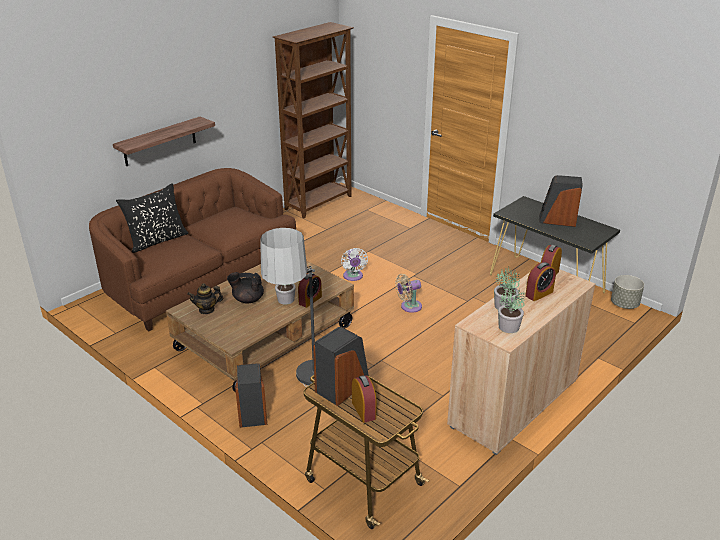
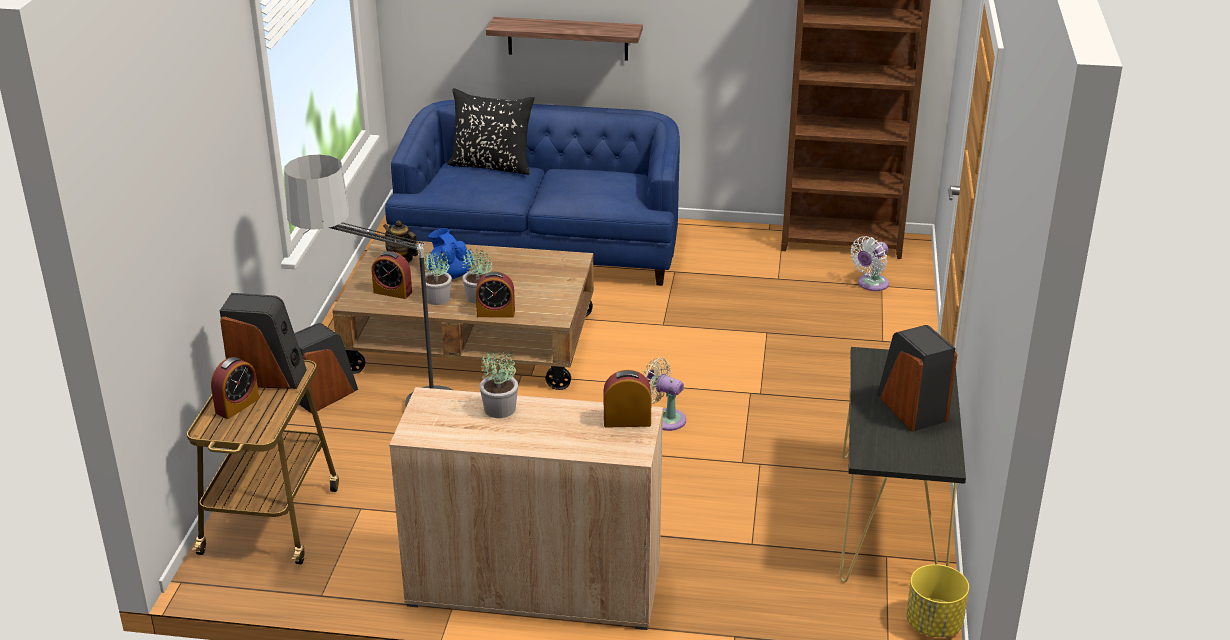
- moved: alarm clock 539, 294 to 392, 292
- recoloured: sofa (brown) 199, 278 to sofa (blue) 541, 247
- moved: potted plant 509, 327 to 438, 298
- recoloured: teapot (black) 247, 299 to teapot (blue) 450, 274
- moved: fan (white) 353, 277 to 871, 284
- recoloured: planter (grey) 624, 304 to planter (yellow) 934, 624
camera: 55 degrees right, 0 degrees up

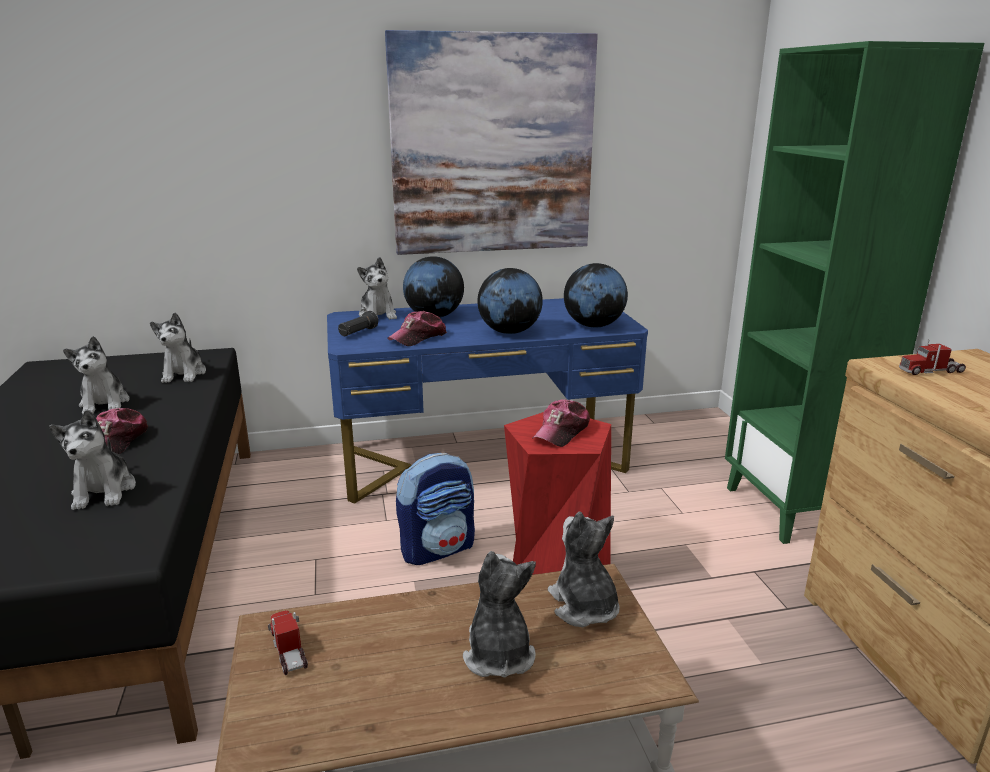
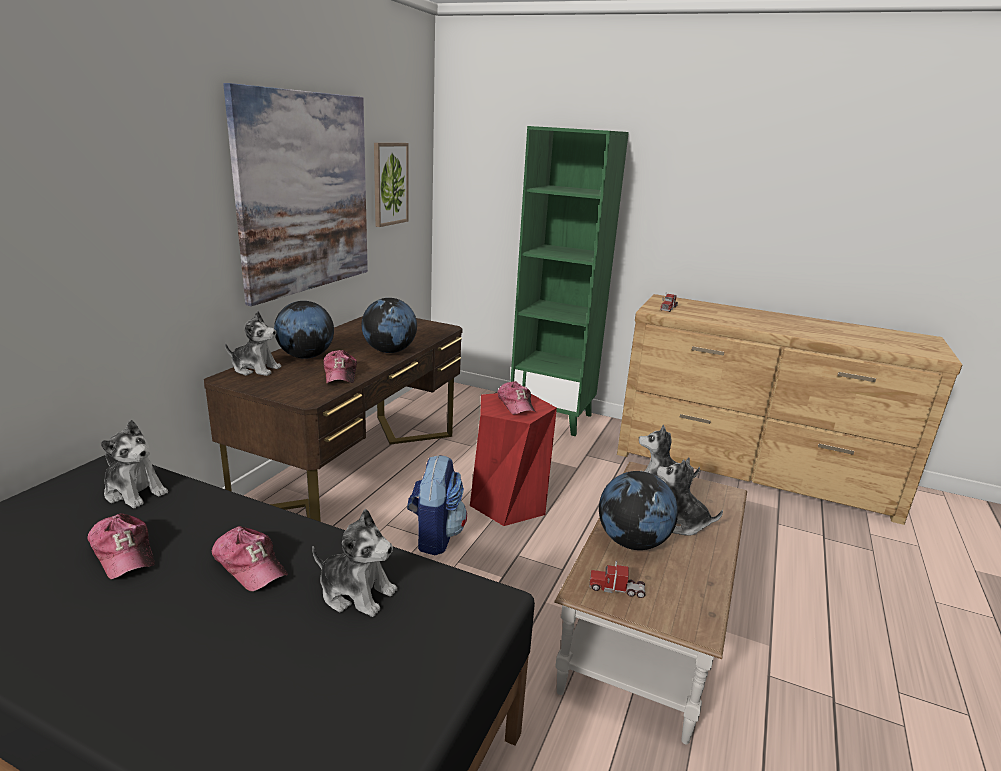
- replaced: plush toy 105, 403 to cap 124, 553
- recoloured: desk (blue) 483, 460 to desk (brown) 355, 470
- added: picture 390, 184
- moved: globe 593, 326 to 632, 542
- removed: flashlight (black) 358, 333
camera: 55 degrees left, 0 degrees up

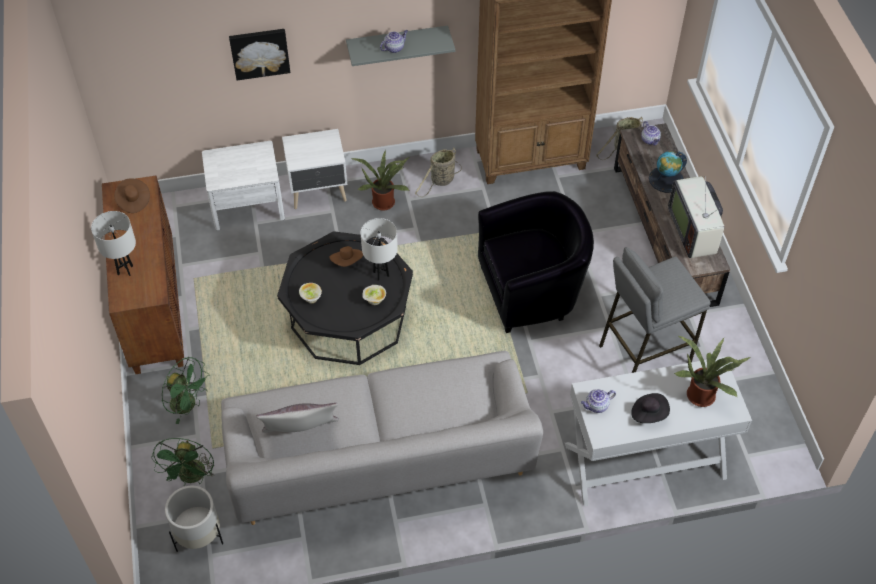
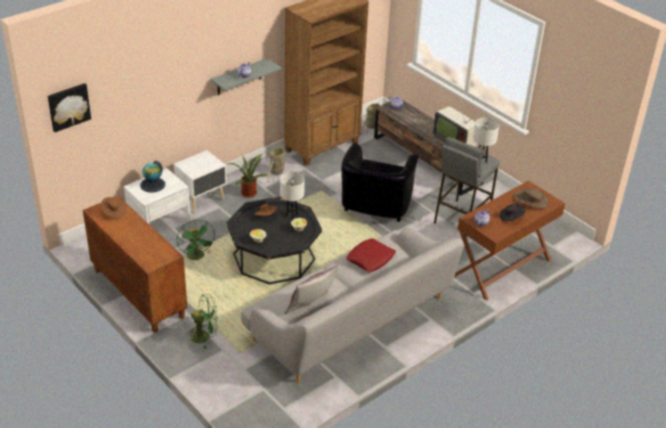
- moved: picture 259, 52 to 68, 106
- moved: globe 666, 179 to 152, 185
- moved: fan (green) 192, 477 to 197, 257
- turned: armchair (black) 532, 291 = 374, 209 150 degrees clockwise
- added: pillow (red) 370, 259
- recoloured: console table (white) 645, 461 to console table (brown) 502, 268
- moved: table lamp (white) 125, 270 to 481, 161
- replaced: potted plant 702, 394 to hat (brown) 531, 200
- removed: planter (white) 199, 535
camera: 30 degrees left, 15 degrees down

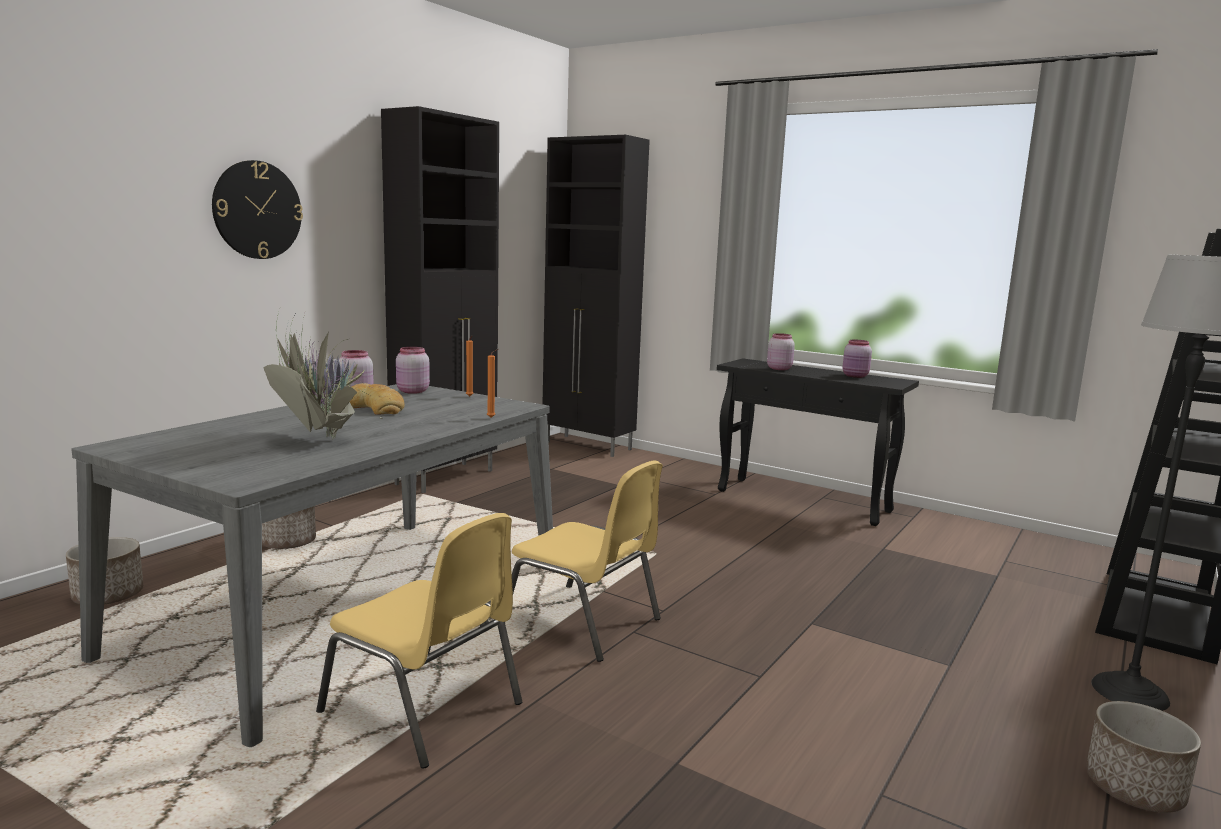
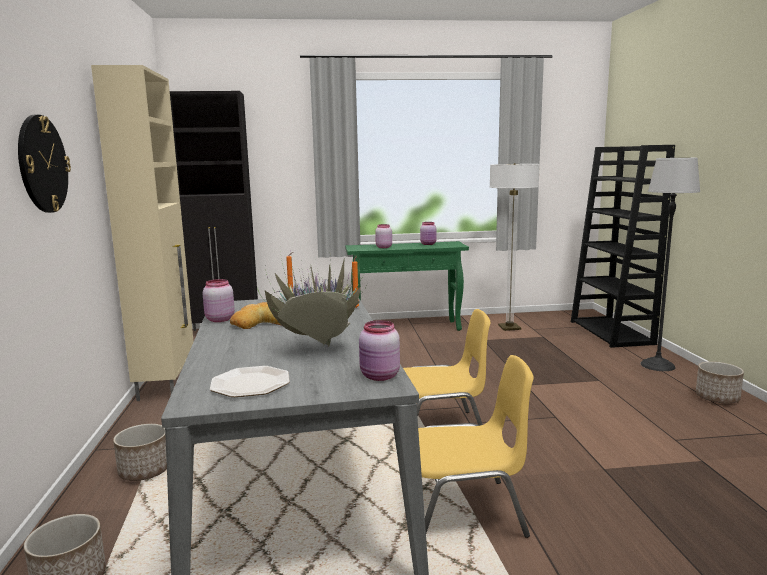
- recoloured: cabinet (black) 446, 477 to cabinet (beige) 167, 382
- added: plate 250, 384
- recoloured: console table (black) 804, 501 to console table (green) 407, 328
- moved: jar (pink) 412, 391 to 379, 376
- added: floor lamp 509, 328
camera: 40 degrees left, 0 degrees up

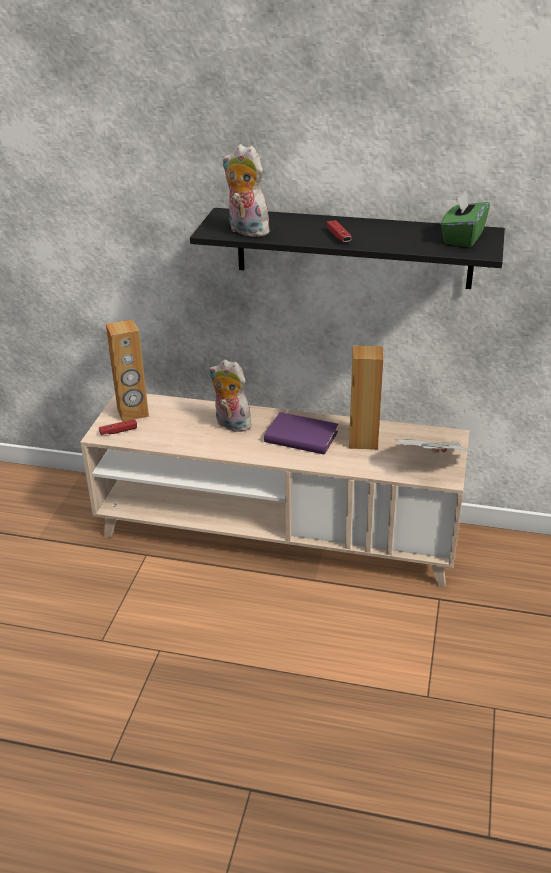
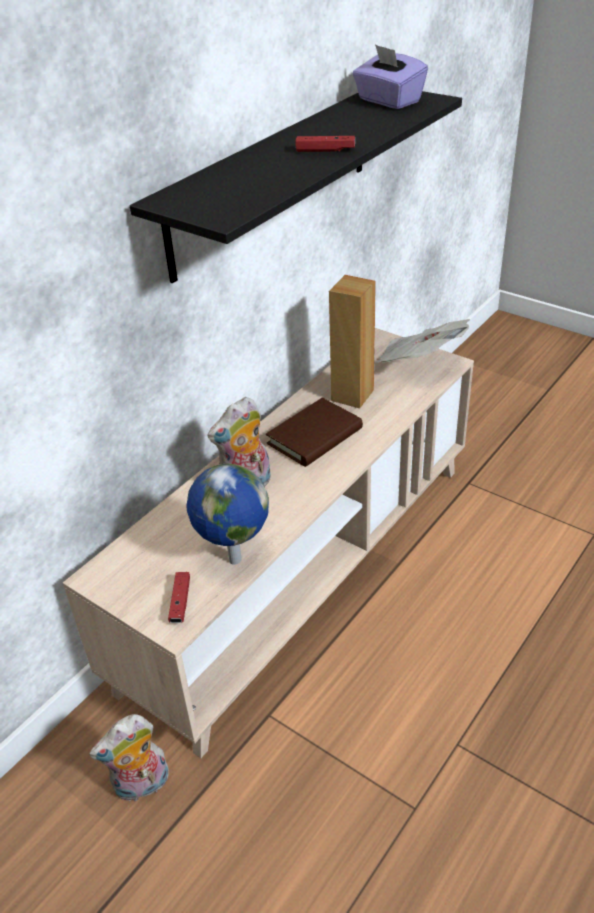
- moved: plush toy 245, 231 to 141, 786
- added: globe 233, 559
- recoloured: book (purple) 301, 437 to book (brown) 315, 436
- recoloured: tissue box (green) 462, 238 to tissue box (purple) 388, 101
- removed: speaker (brown) 133, 413
camera: 65 degrees left, 5 degrees up

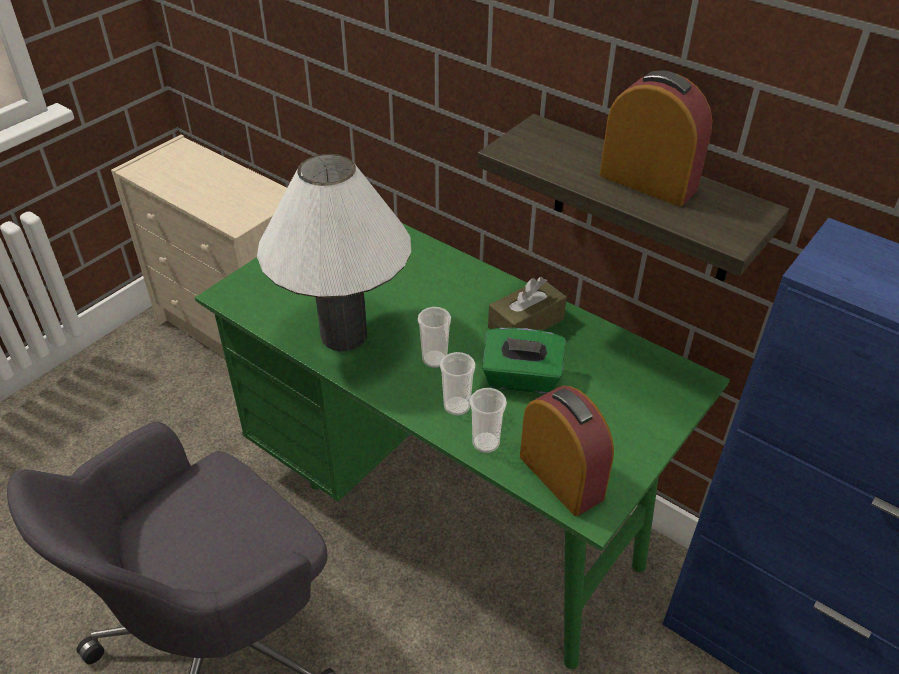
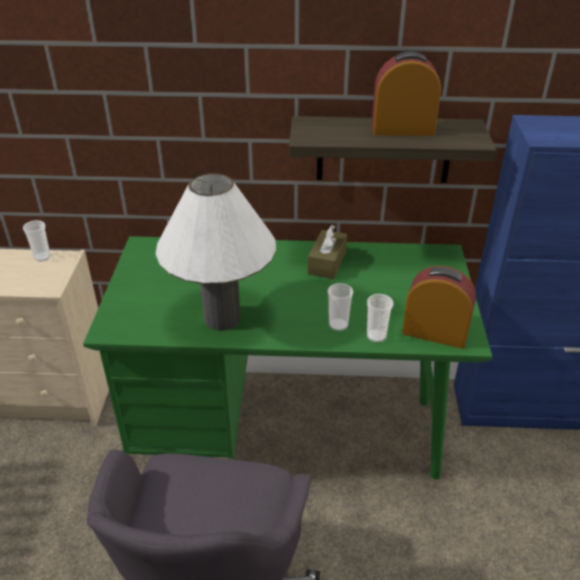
- moved: cup 434, 359 to 42, 257
- removed: tissue box (green) 521, 379
camera: 35 degrees left, 5 degrees down

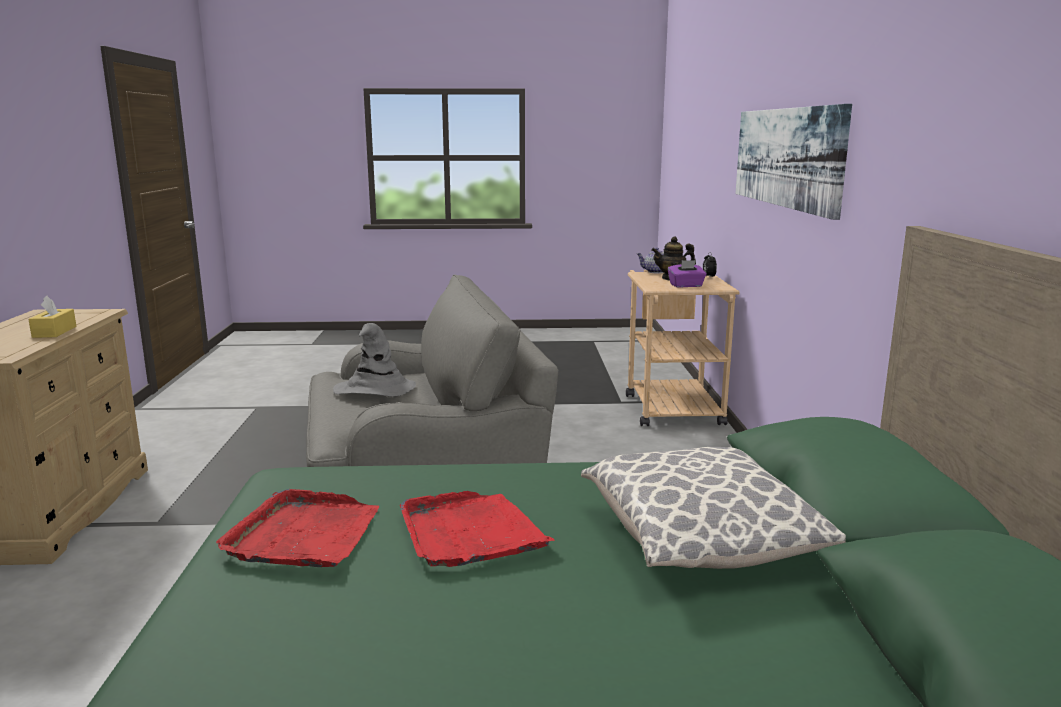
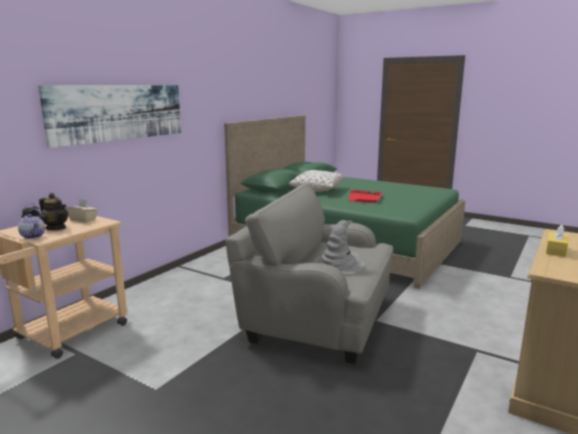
- recoloured: tissue box (purple) 686, 285 to tissue box (beige) 83, 220
- removed: tray (red) 304, 535
camera: 145 degrees left, 0 degrees up

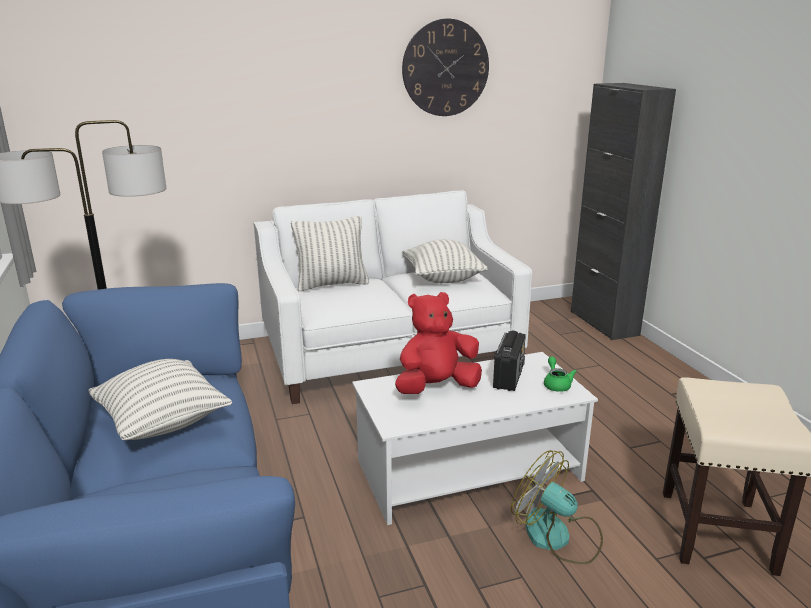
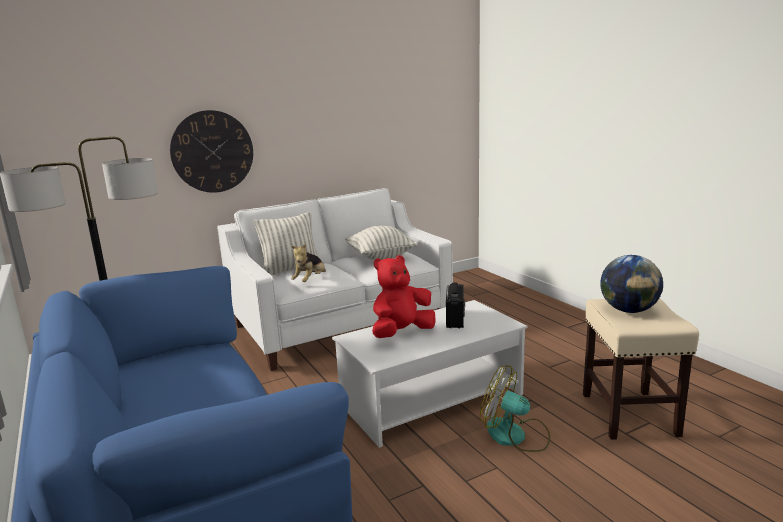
- moved: wall clock 445, 68 to 212, 151
- added: plush toy 310, 280
- added: globe 628, 310
- removed: pillow 163, 423
- removed: teapot (green) 556, 384
- removed: cabinet (black) 604, 323
camera: 10 degrees left, 5 degrees down

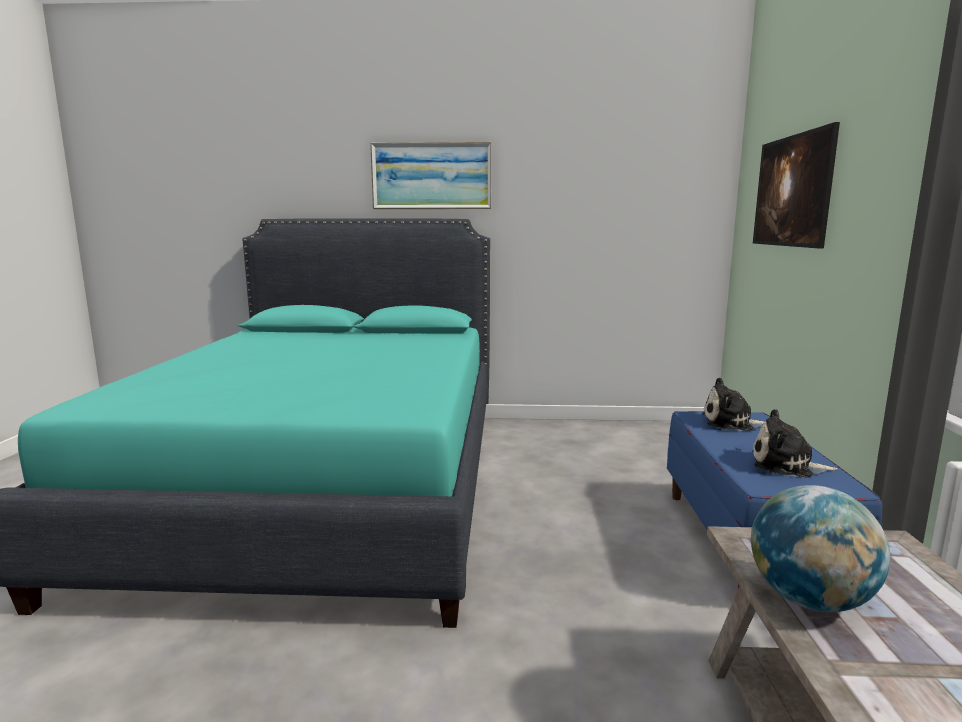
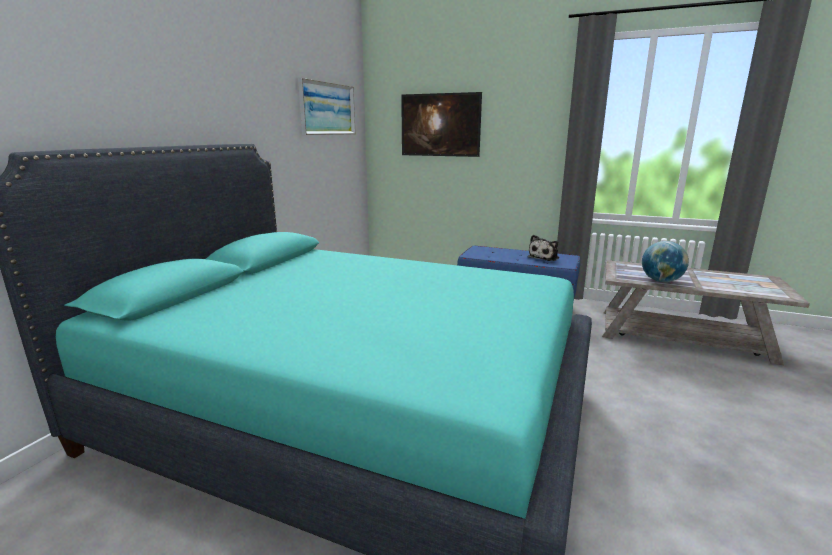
- moved: picture 431, 176 to 327, 109
- removed: plush toy 731, 423
camera: 70 degrees left, 5 degrees up

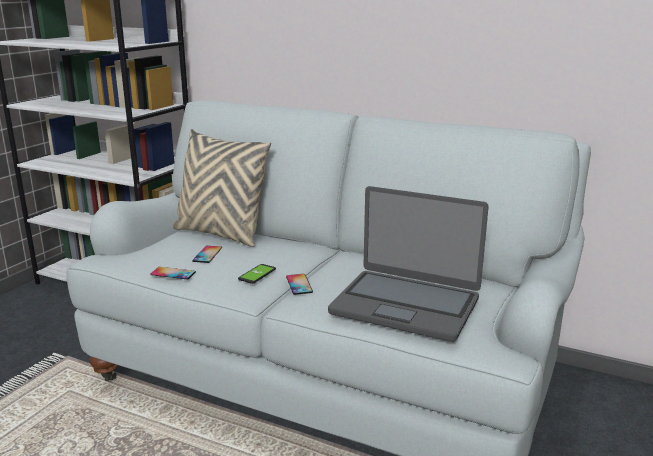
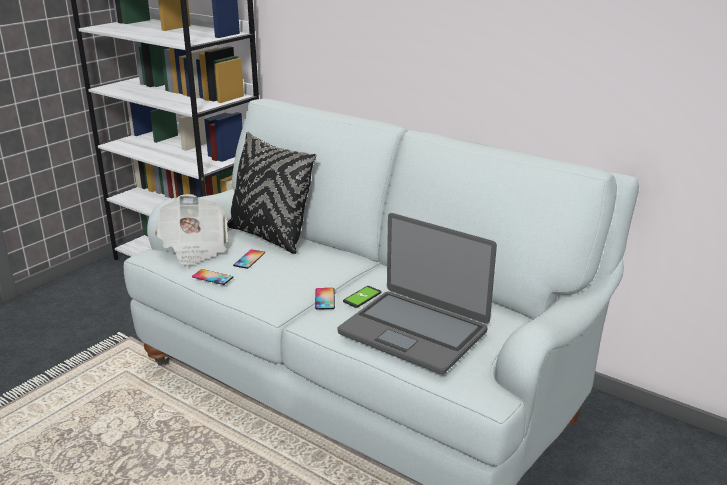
- added: newspaper 194, 248
- recoloured: pillow (beige) 220, 234 to pillow (black) 269, 236
- moved: phone 257, 274 to 362, 297
camera: 10 degrees right, 5 degrees up

